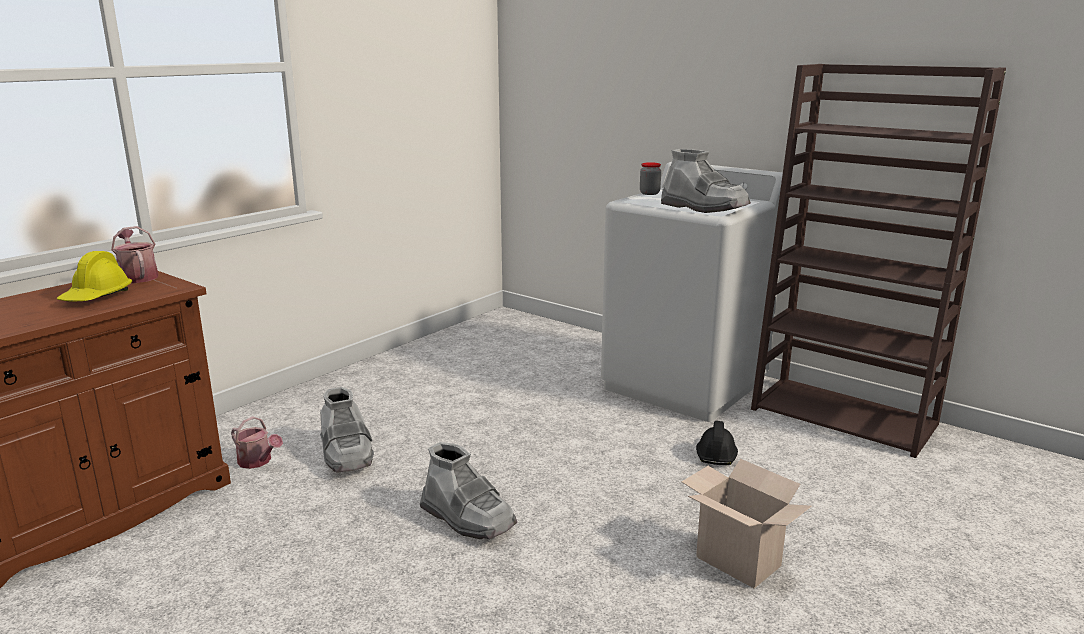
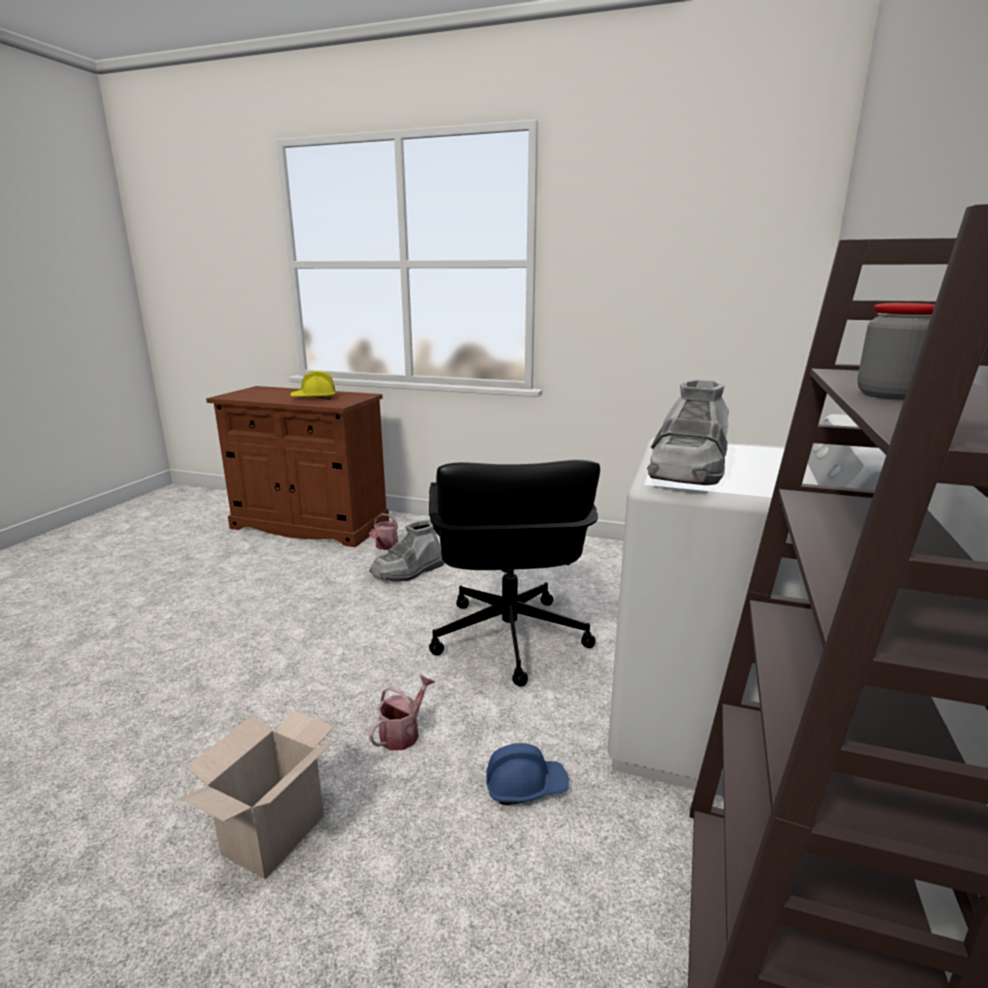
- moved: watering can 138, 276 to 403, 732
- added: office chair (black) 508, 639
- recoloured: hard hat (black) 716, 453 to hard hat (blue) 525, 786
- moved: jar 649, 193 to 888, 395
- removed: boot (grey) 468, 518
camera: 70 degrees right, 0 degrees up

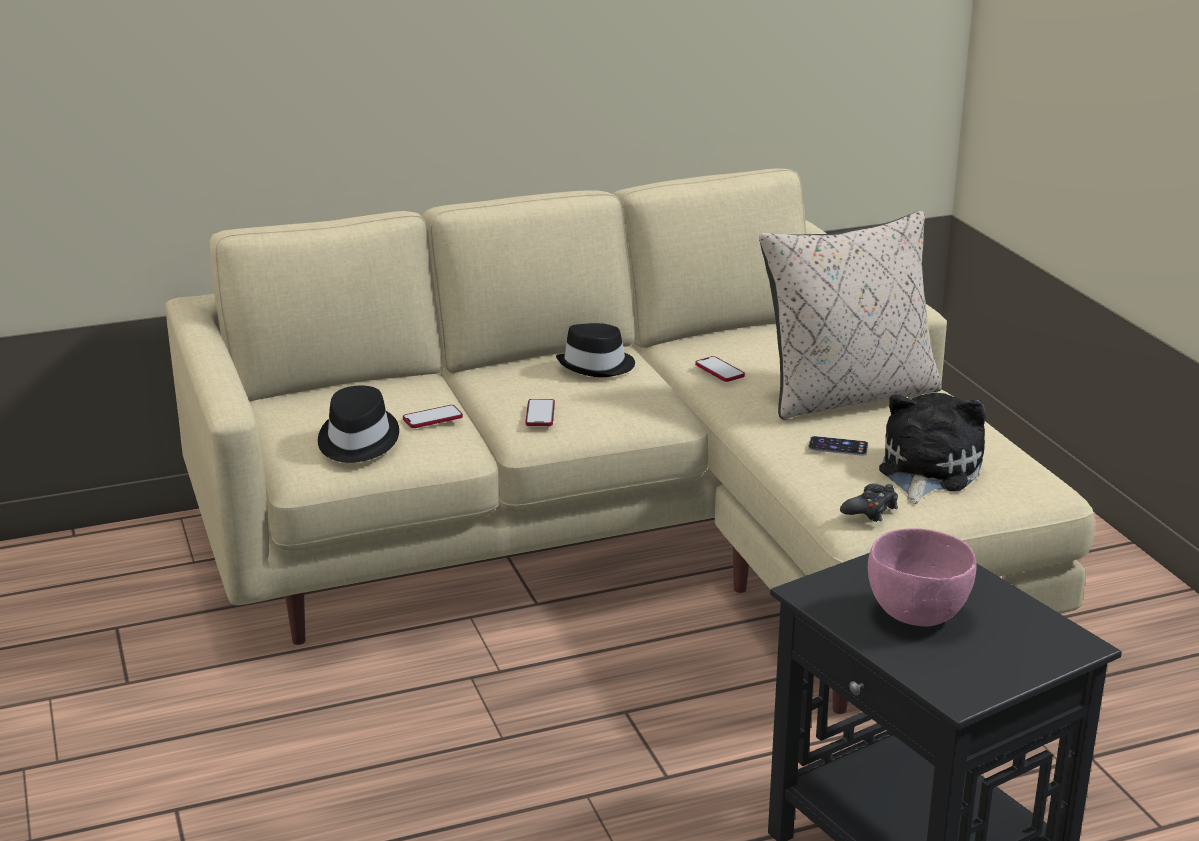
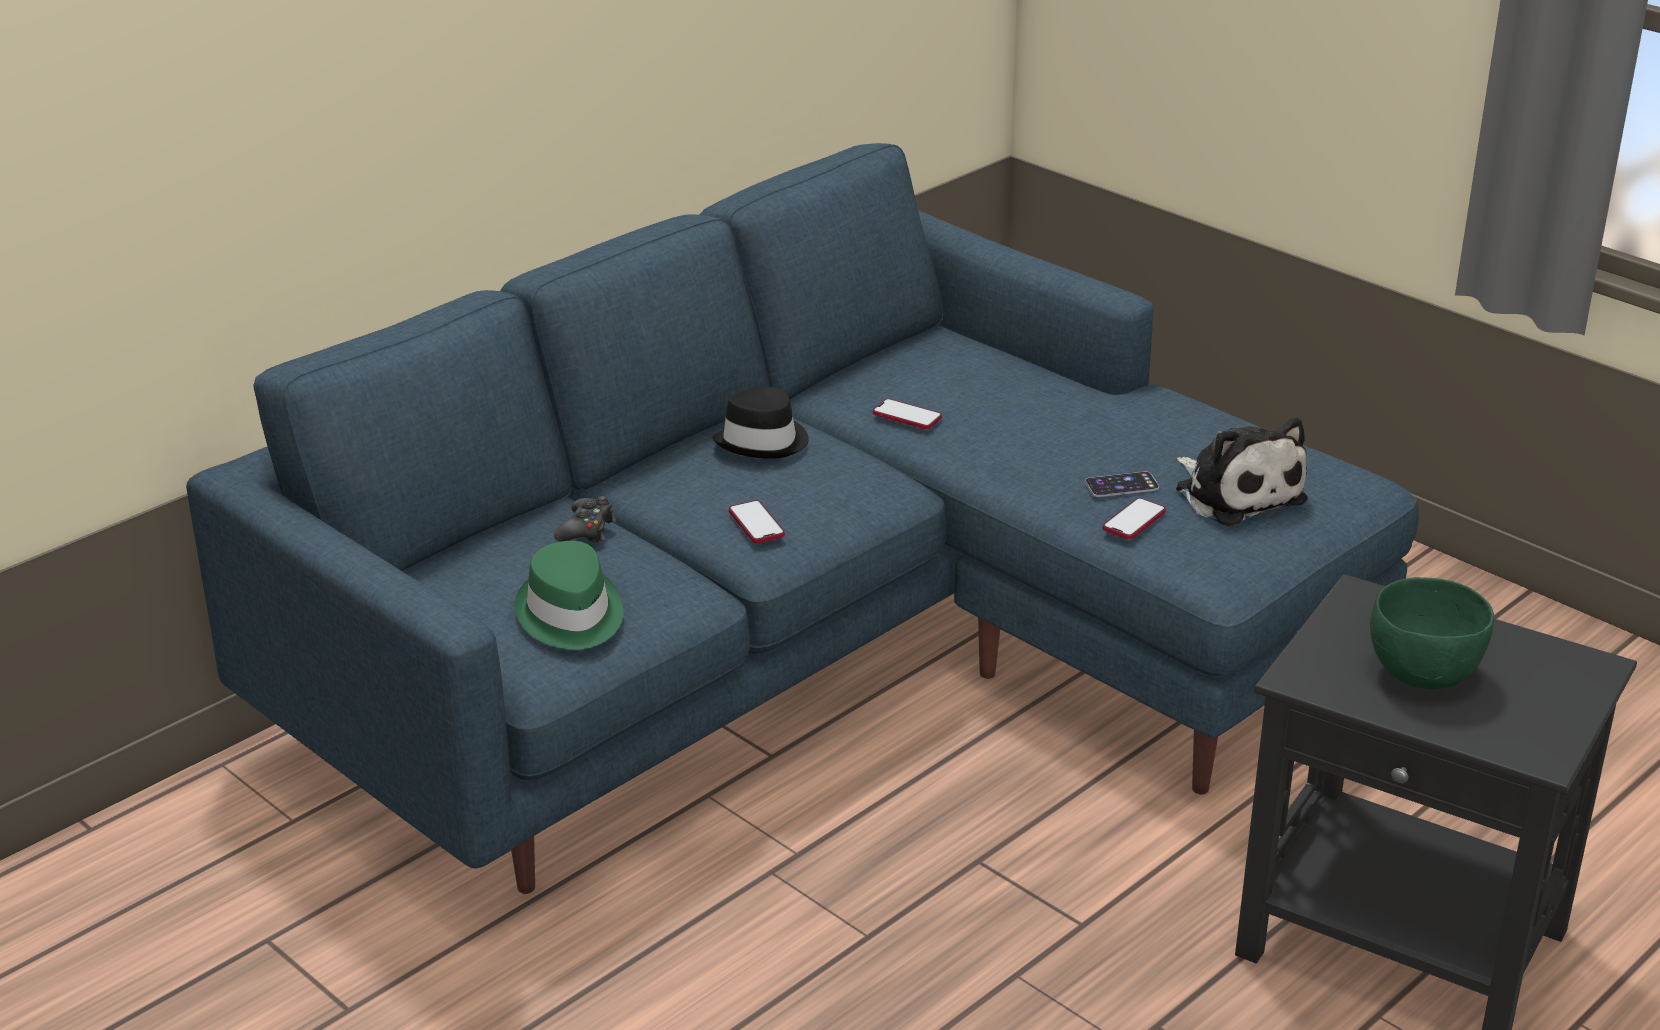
- recoloured: sofa (beige) 623, 549 to sofa (blue) 816, 658
- recoloured: hat (black) 356, 440 to hat (green) 570, 615
- moved: game controller (black) 870, 510 to 586, 529
- moved: phone 432, 418 to 1134, 521
- turned: plush toy 926, 471 = 1236, 493 150 degrees clockwise
- recoloured: bowl (pink) 915, 614 to bowl (green) 1422, 675
- removed: pillow (beige) 849, 396
camera: 25 degrees left, 5 degrees up

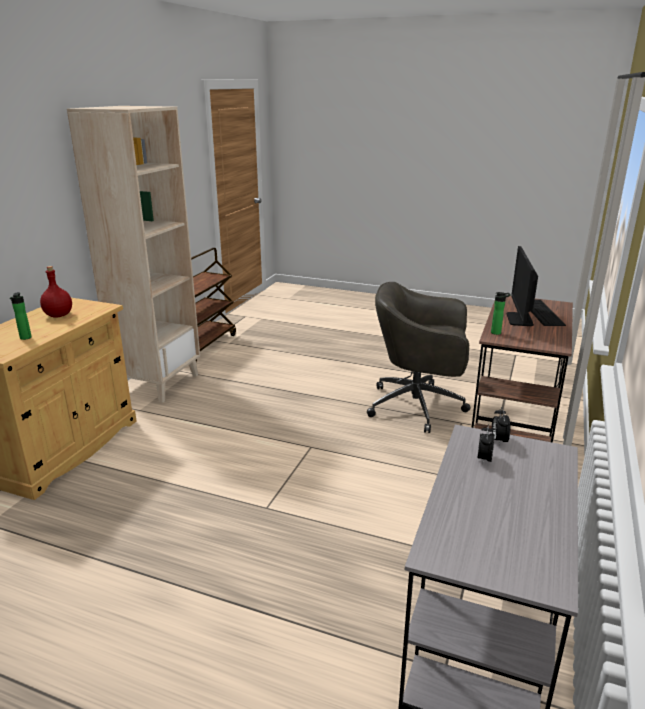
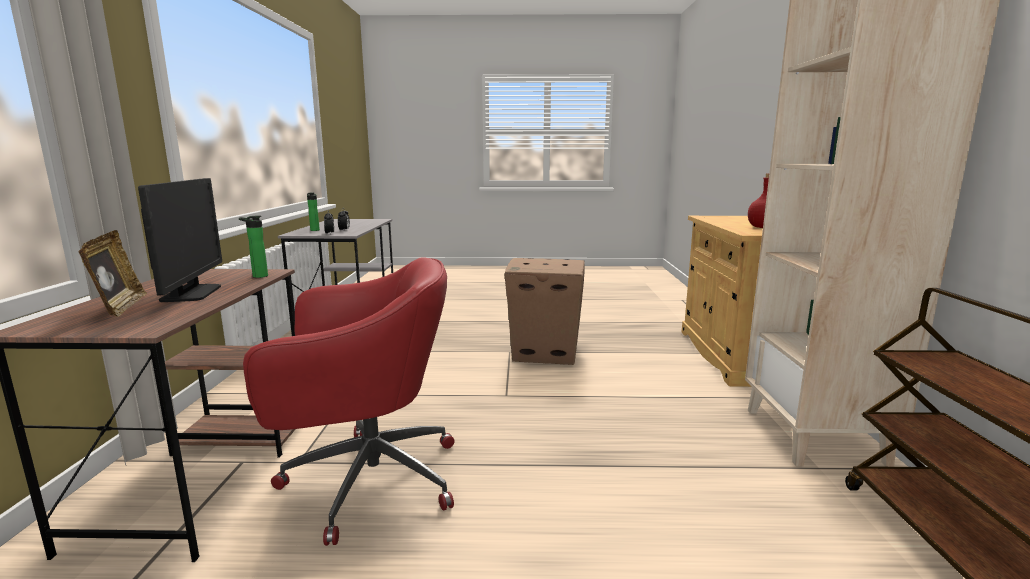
- replaced: keyboard 542, 312 to picture frame 120, 307
- recoloured: office chair (grey) 418, 406 to office chair (red) 367, 480
- moved: bottle 25, 338 to 314, 230
- added: cardboard box 546, 352
camera: 160 degrees right, 10 degrees down

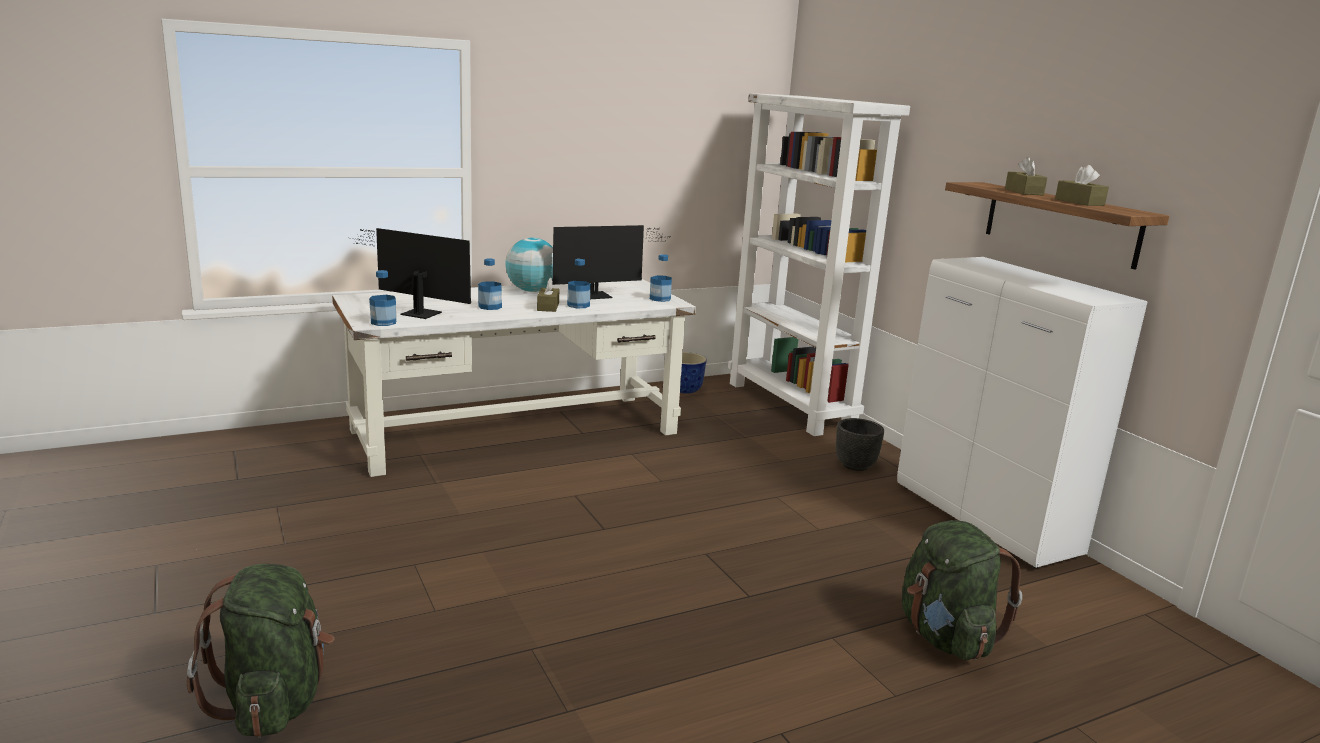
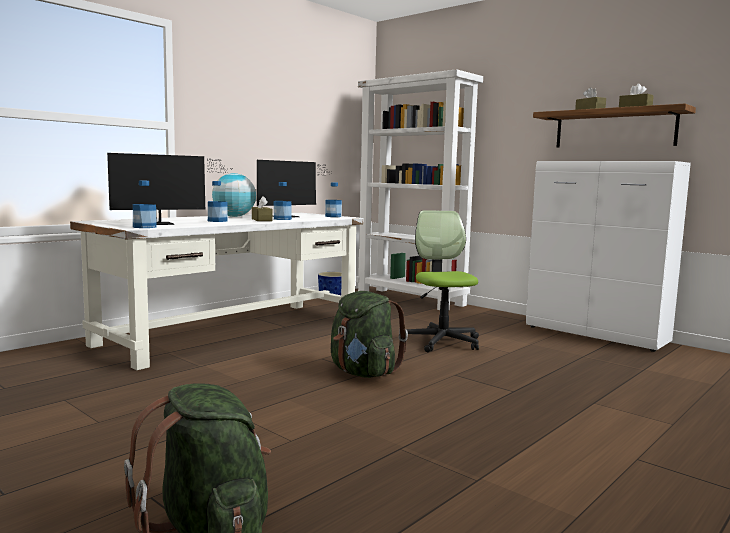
- turned: monitor 417, 312 = 163, 224 150 degrees clockwise
- moved: backpack (green) 945, 637 to 363, 373
- added: office chair 441, 342
- removed: planter (black) 855, 466
camera: 20 degrees left, 10 degrees down

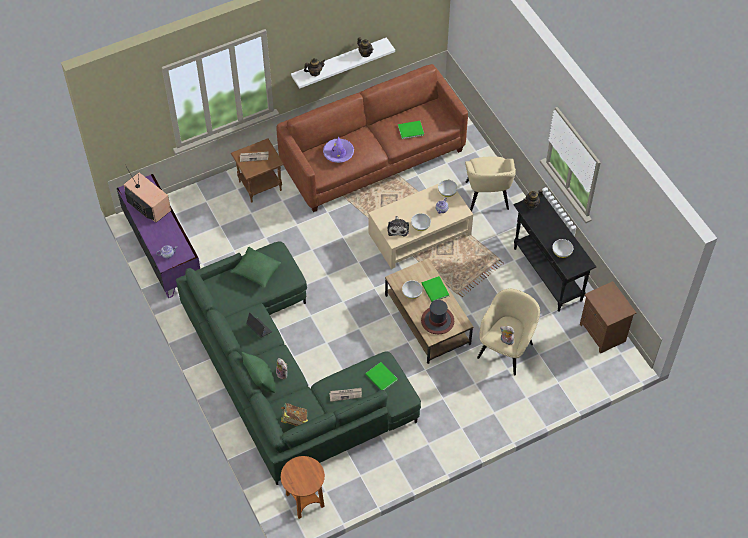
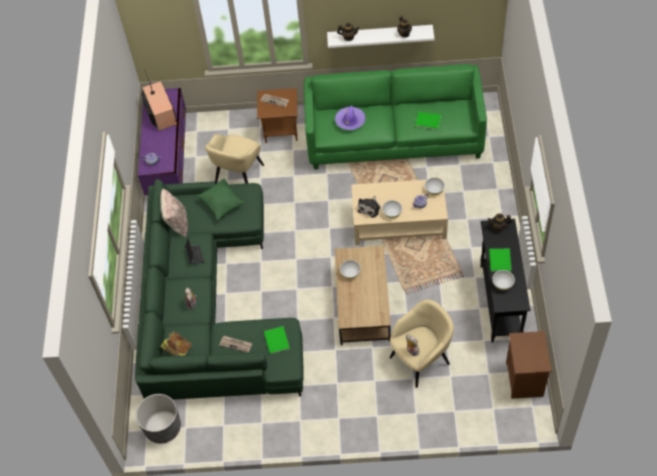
- replaced: side table (brown) 304, 500 to planter (grey) 163, 428
- added: pillow (beige) 177, 223
- moved: armchair (beige) 487, 196 to 238, 175
- recoloured: sofa (brown) 373, 157 to sofa (green) 394, 137
- moved: book (green) 435, 290 to 499, 261
- removed: pillow (green) 260, 380
- removed: hat 437, 321
camera: 30 degrees right, 0 degrees up

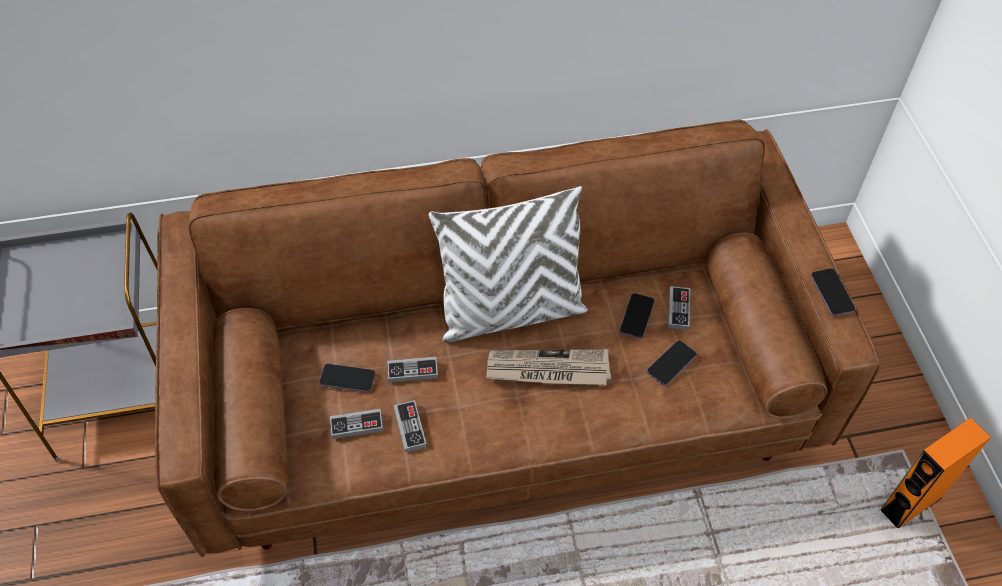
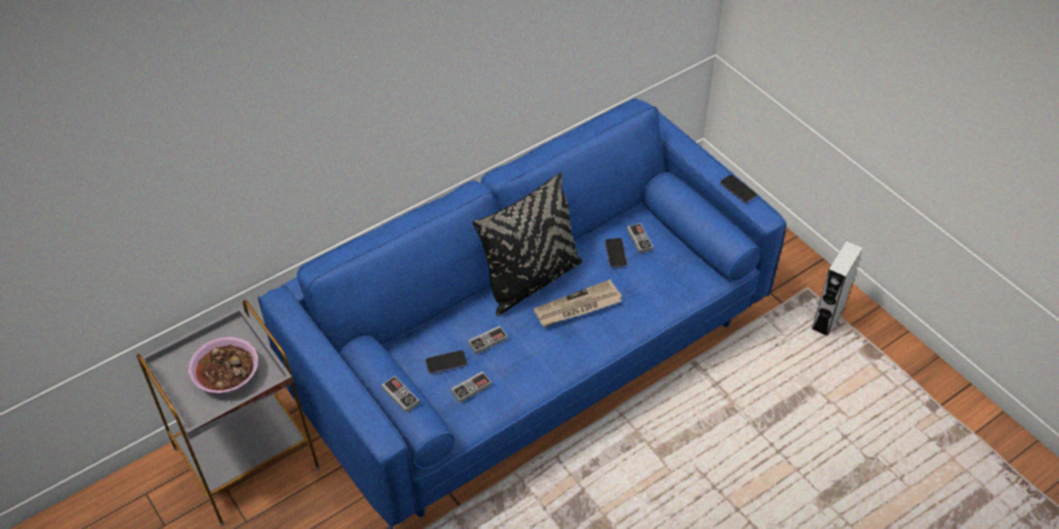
- added: bowl 227, 373
- recoloured: sofa (brown) 501, 398 to sofa (blue) 530, 355
- moved: game controller 410, 427 to 400, 395
- recoloured: pillow (white) 511, 312 to pillow (black) 531, 280
- recoloured: speaker (orange) 910, 504 to speaker (grey) 827, 318
- removed: phone 671, 364
camera: 25 degrees left, 5 degrees down

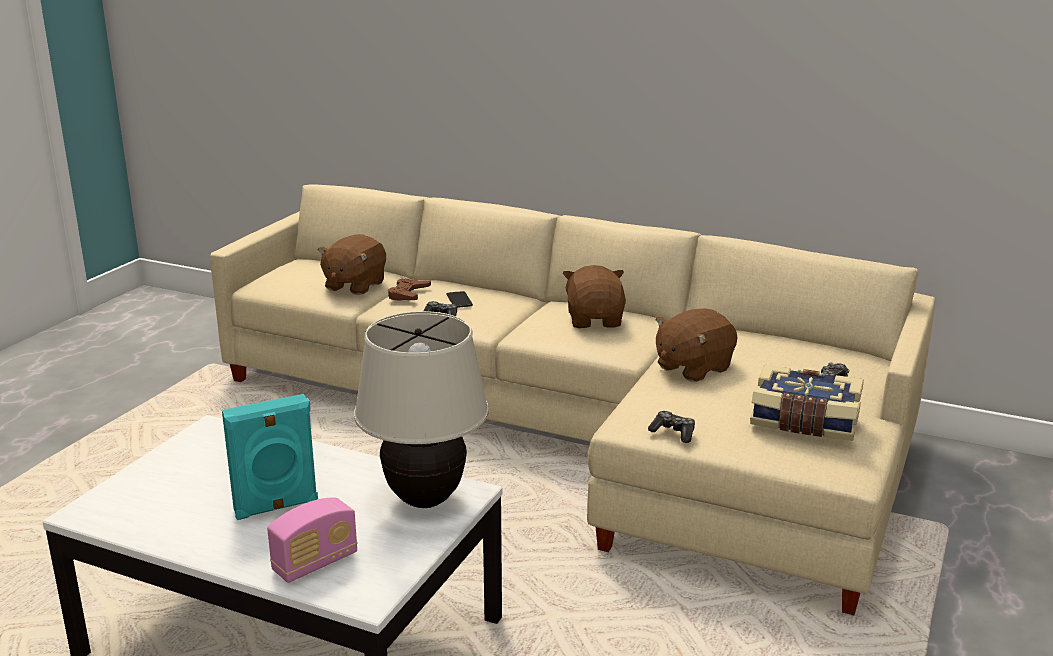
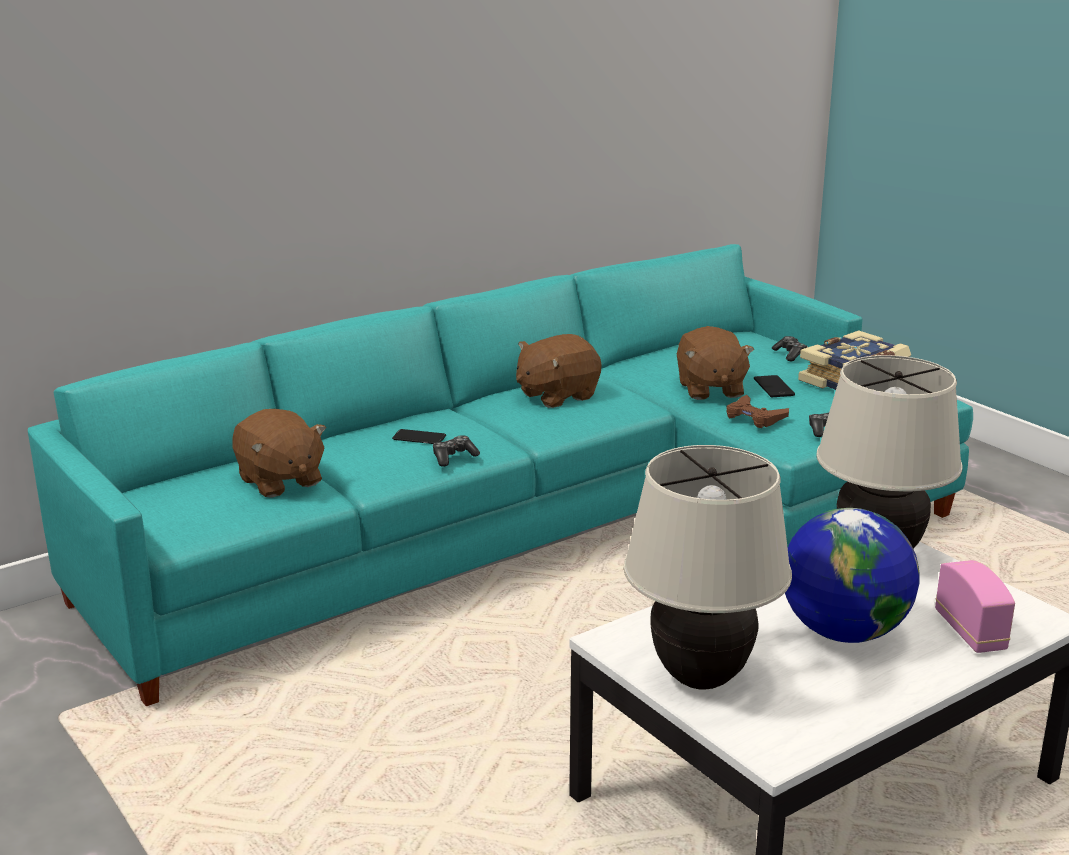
- recoloured: sofa (beige) 579, 429 to sofa (turquoise) 548, 527
- turned: plush toy (brown) 595, 320 = 556, 395 60 degrees counterclockwise
- added: table lamp (beige) 700, 679
- moved: game controller (brown) 408, 294 to 754, 417
- added: phone 773, 387
- replaced: speaker (turquoise) 276, 507 to globe 843, 632
camera: 60 degrees left, 0 degrees up

